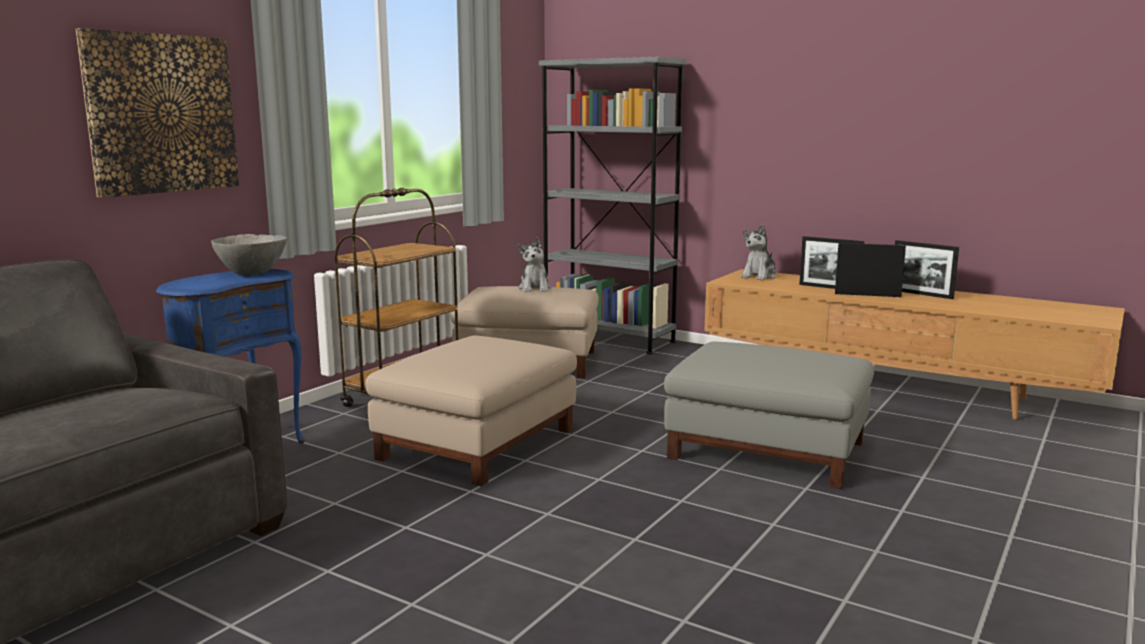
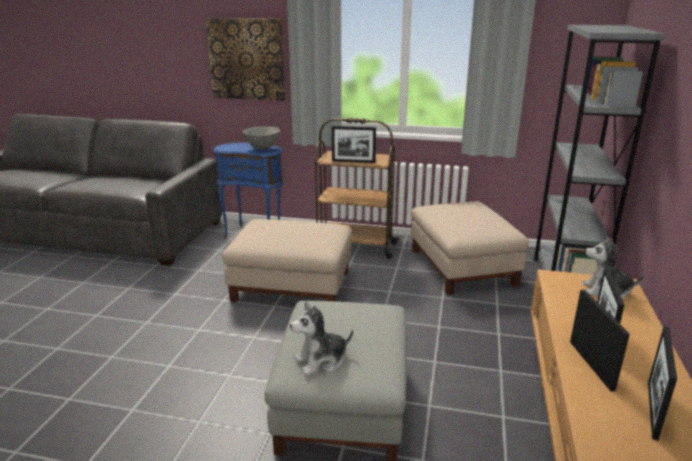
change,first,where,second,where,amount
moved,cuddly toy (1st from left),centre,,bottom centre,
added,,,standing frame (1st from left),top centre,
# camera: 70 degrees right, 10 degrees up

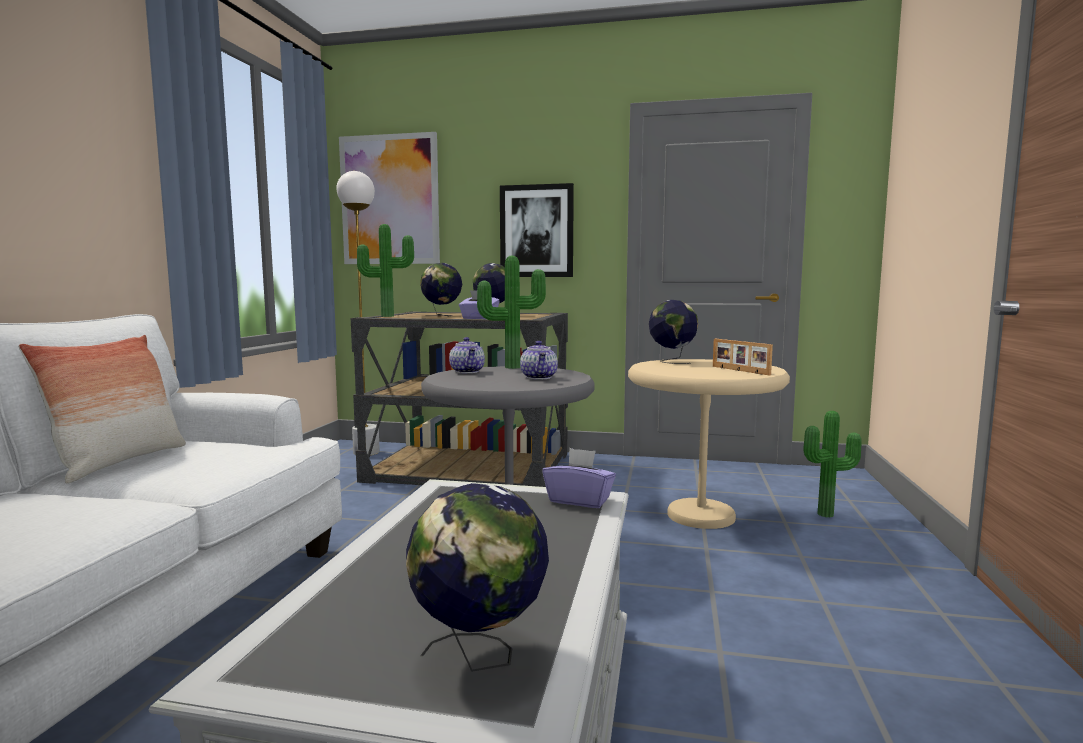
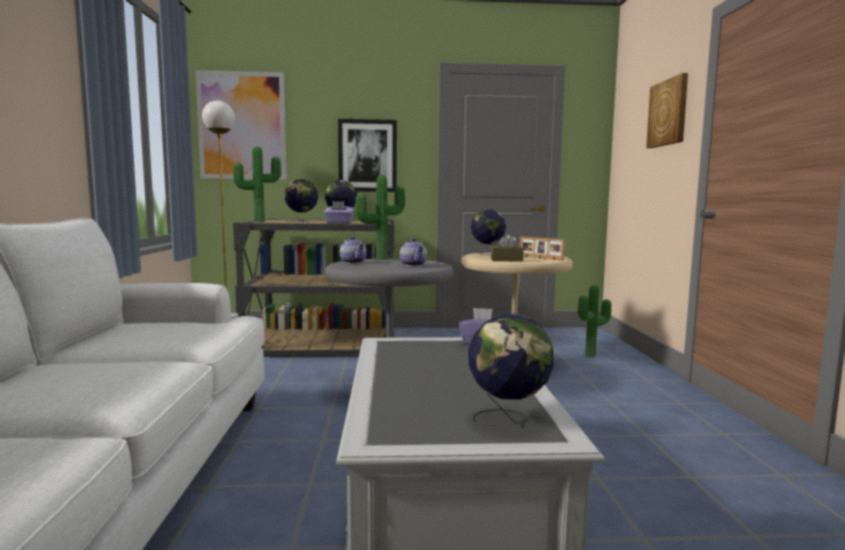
change,first,where,second,where,amount
added,,,brown tissue holder,centre,
added,,,wall art (3rd from left),top right,
removed,cushion,middle left,,,
# camera: 15 degrees left, 0 degrees up

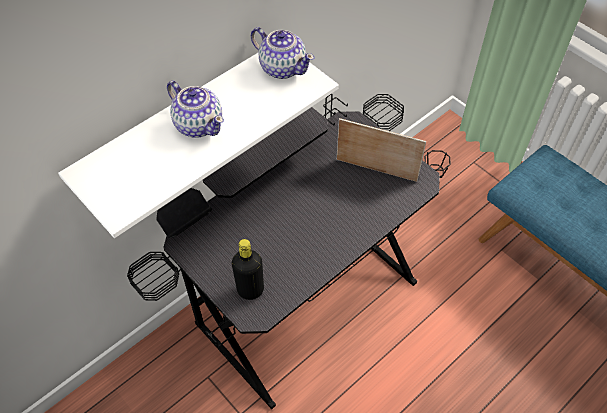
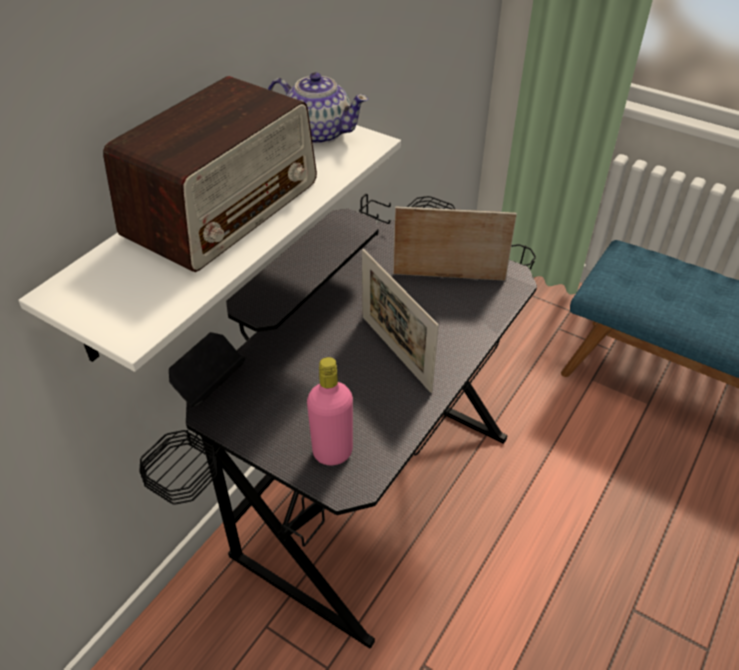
change,first,where,second,where,amount
replaced,teapot (1st from left),top left,radio,top left,
recoloured,blackish bottle,centre,pinkish bottle,centre,
added,,,standing frame (1st from left),centre,
# camera: 15 degrees left, 10 degrees down

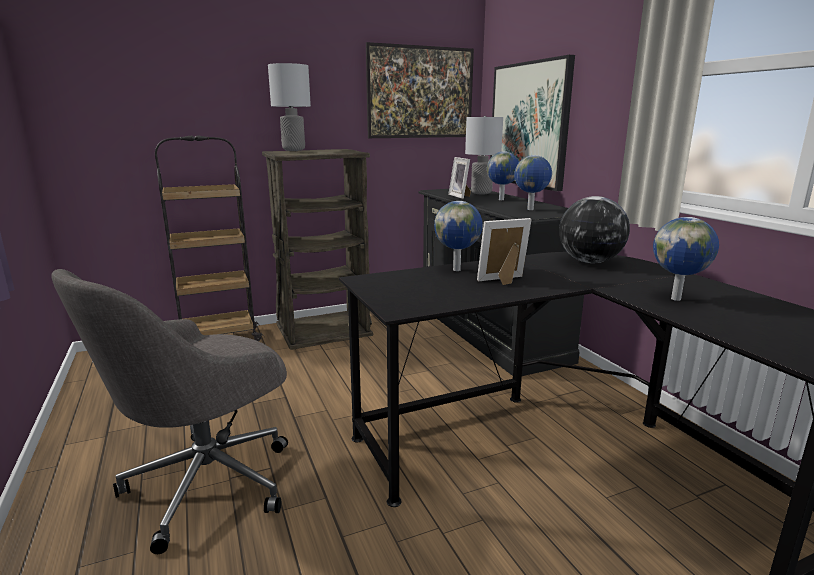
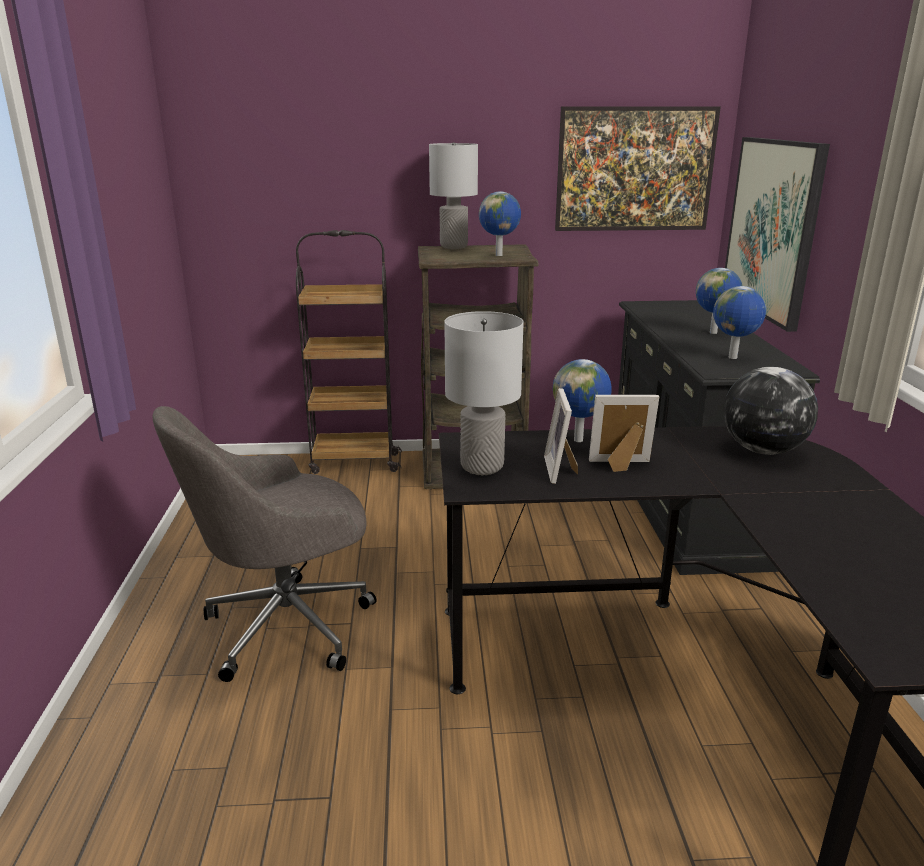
change,first,where,second,where,amount
moved,gray tabletop lamp (2nd from left),top centre,,centre,
moved,desk globe (5th from left in the first image),middle right,desk globe (1st from left),top centre,
moved,standing frame (1st from left),top centre,,centre,
# camera: 20 degrees right, 5 degrees up

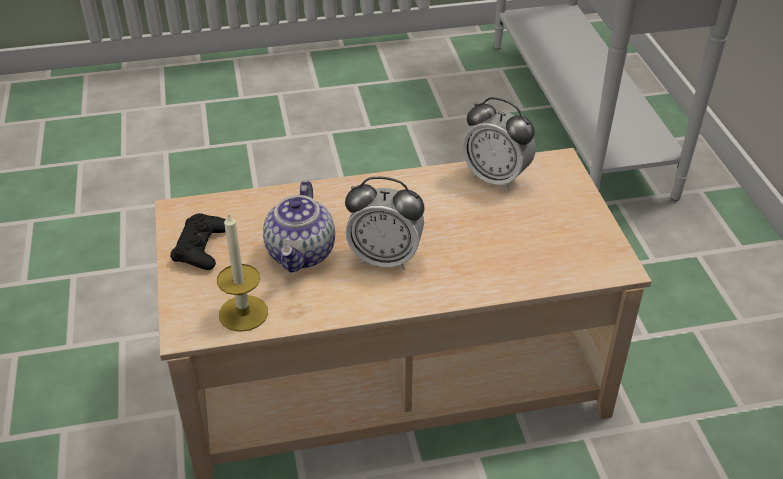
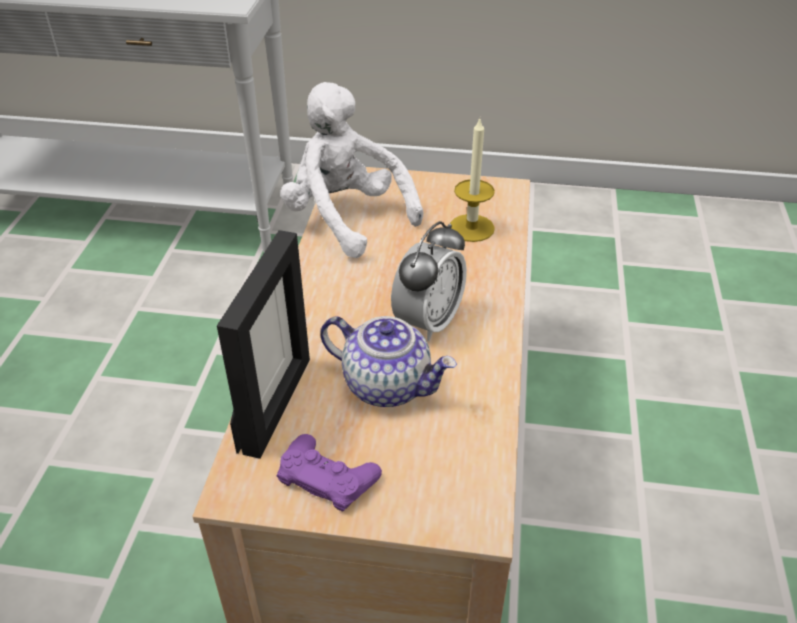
change,first,where,second,where,amount
added,,,standing frame,middle left,
recoloured,blackish gamepad,middle left,purple-coloured gamepad,bottom centre,
replaced,alarm clock (2nd from left),top centre,white cuddly toy,top centre,
moved,wax candle,middle left,,top centre,
# camera: 70 degrees left, 0 degrees up

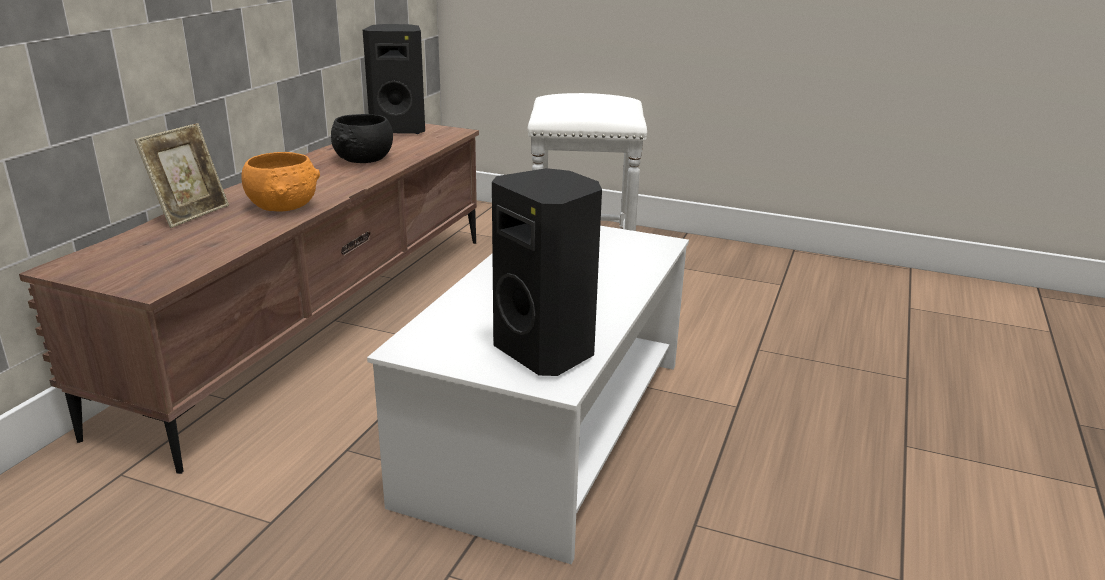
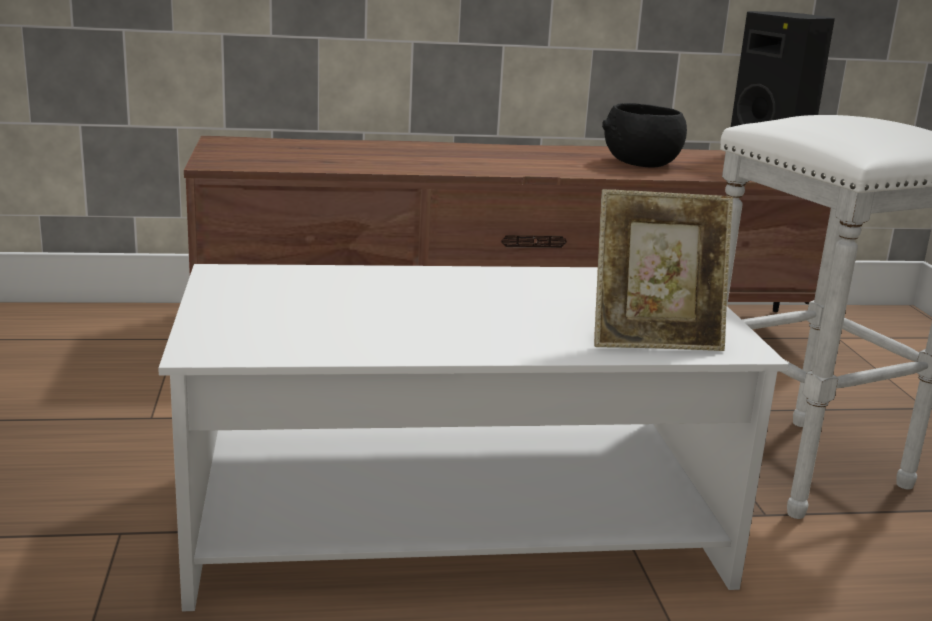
change,first,where,second,where,amount
moved,standing frame,top left,,middle right,
removed,orange-coloured serving bowl,top left,,,
removed,blackish speaker (2nd from left),centre,,,
# camera: 60 degrees right, 5 degrees down

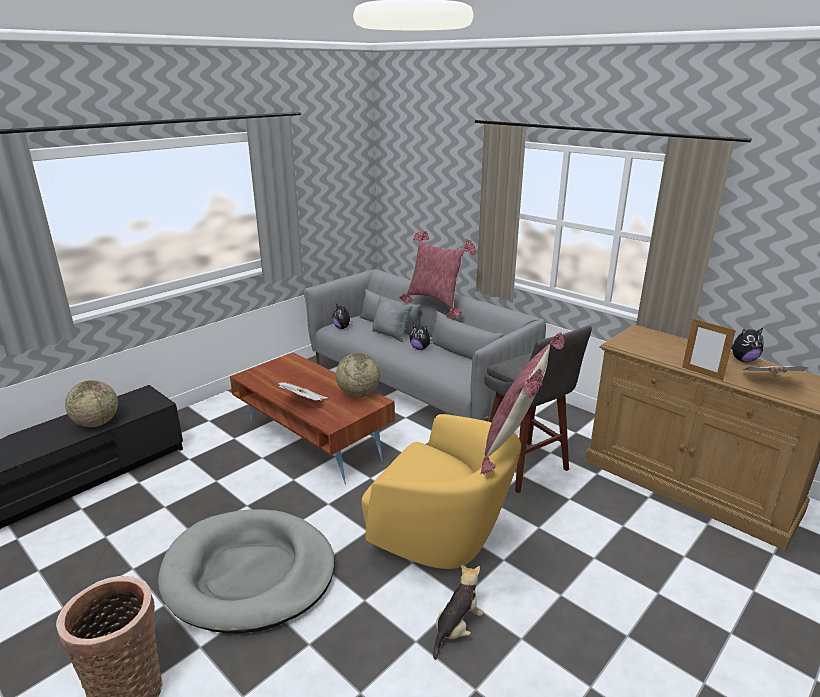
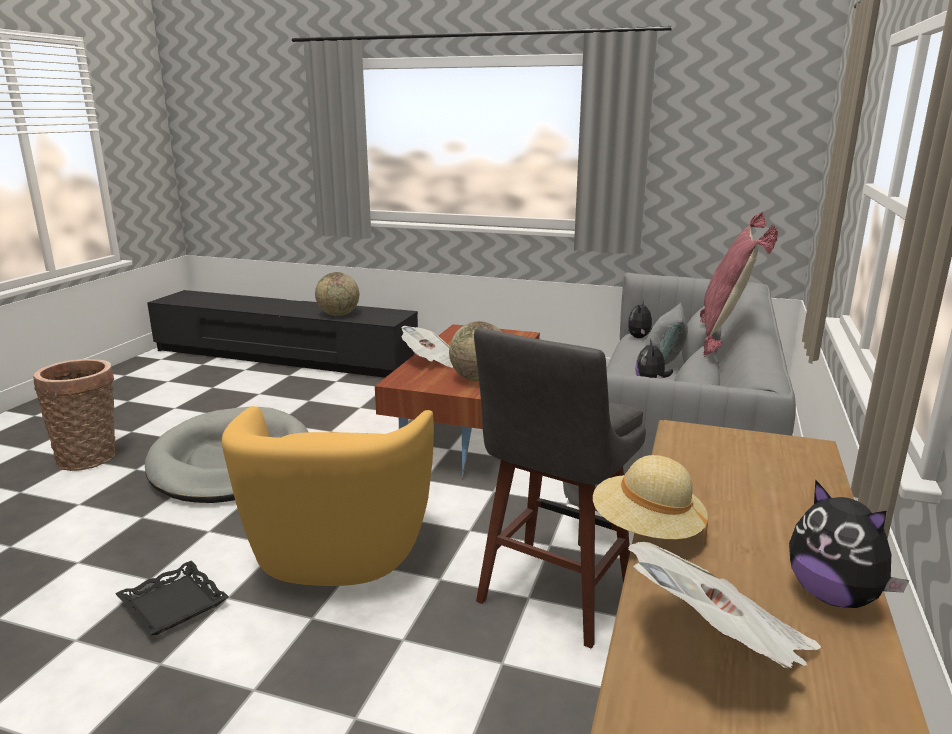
change,first,where,second,where,amount
replaced,cuddly toy (3rd from left),bottom centre,blackish carrying tray,bottom left,
replaced,standing frame,middle right,sand-coloured hat,bottom right,
removed,reddish cushion (2nd from left),centre,,,
# camera: 65 degrees right, 5 degrees down

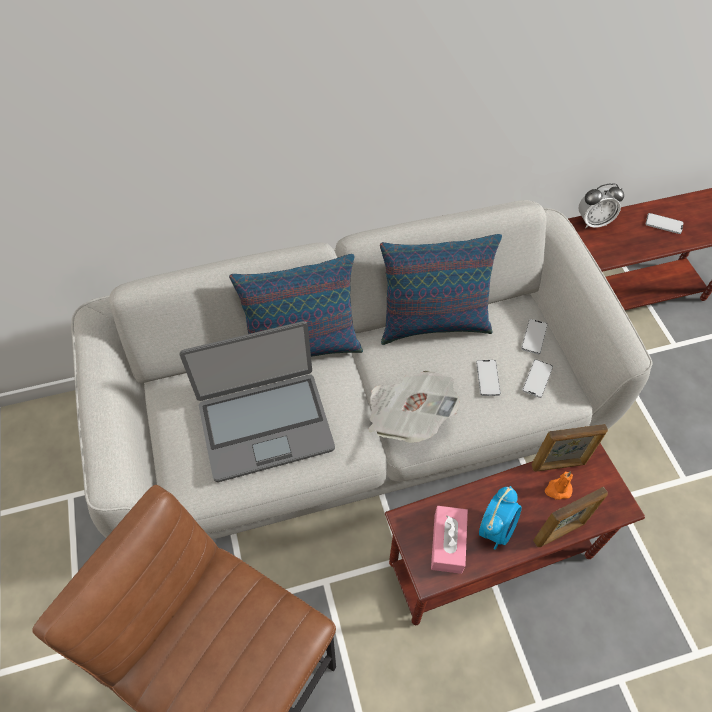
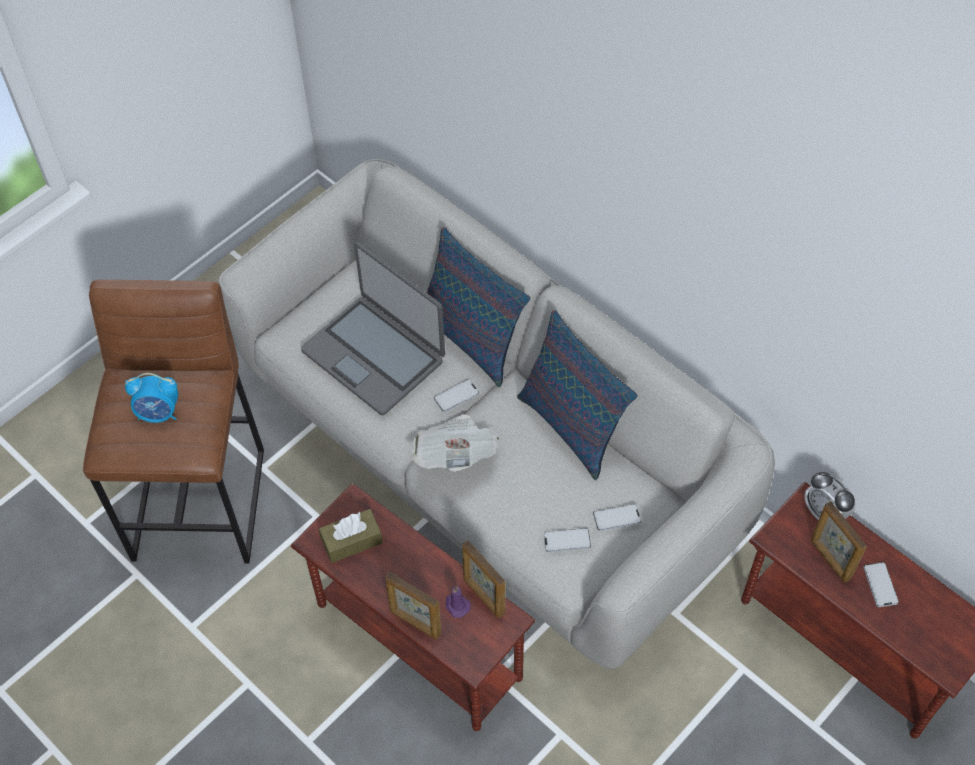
change,first,where,second,where,amount
moved,alarm clock (1st from left),bottom right,,middle left,
recoloured,pinkish tissue holder,bottom centre,brown tissue holder,bottom centre,
moved,telephone (1st from left),middle right,,centre,
recoloured,orange-coloured wax candle,bottom right,purple-coloured wax candle,bottom centre,
added,,,standing frame (3rd from left),bottom right,
# camera: 60 degrees right, 0 degrees up

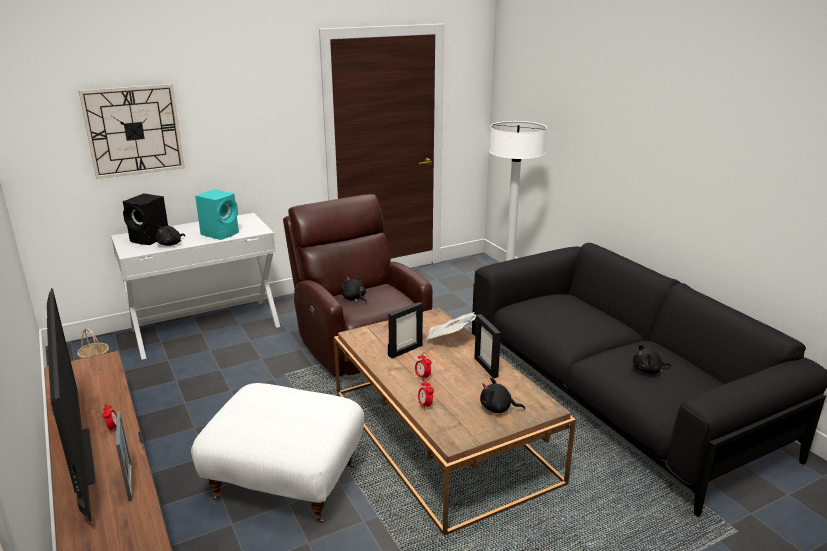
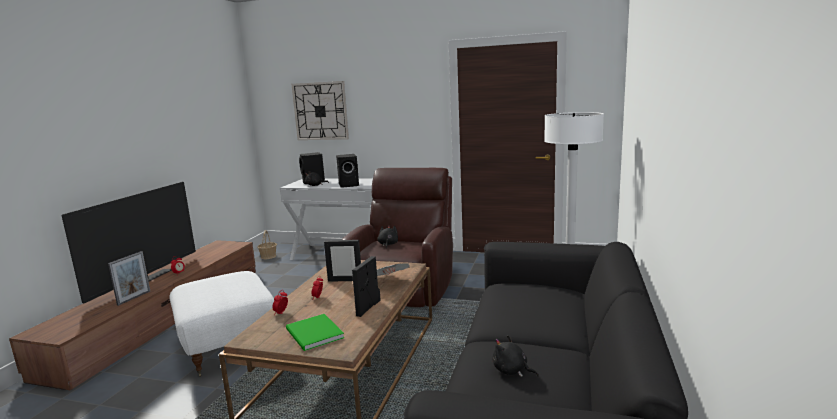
change,first,where,second,where,amount
replaced,blackish cuddly toy (3rd from left),bottom centre,greenish book,bottom centre,
recoloured,turquoise-coloured speaker,middle left,blackish speaker (2nd from left),centre,
# camera: 45 degrees right, 10 degrees down

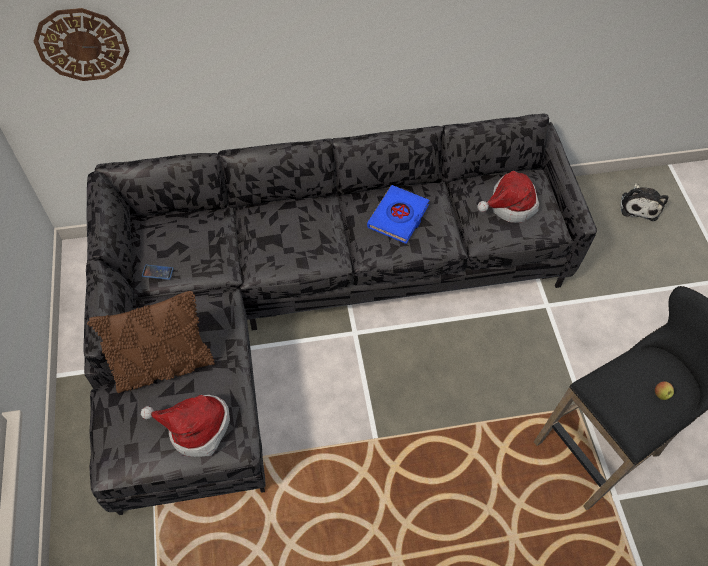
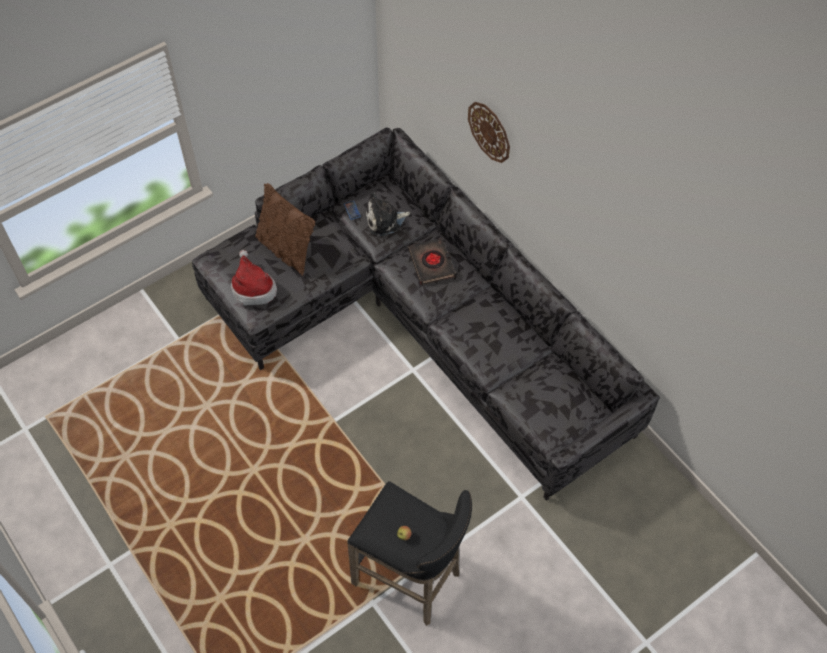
change,first,where,second,where,amount
moved,cuddly toy,middle right,,top centre,
added,,,blackish book,centre,
moved,clock on the wall,top left,,top centre,
removed,blue-coloured book,centre,,,
removed,hat (2nd from left),middle right,,,
# camera: 65 degrees right, 0 degrees up

